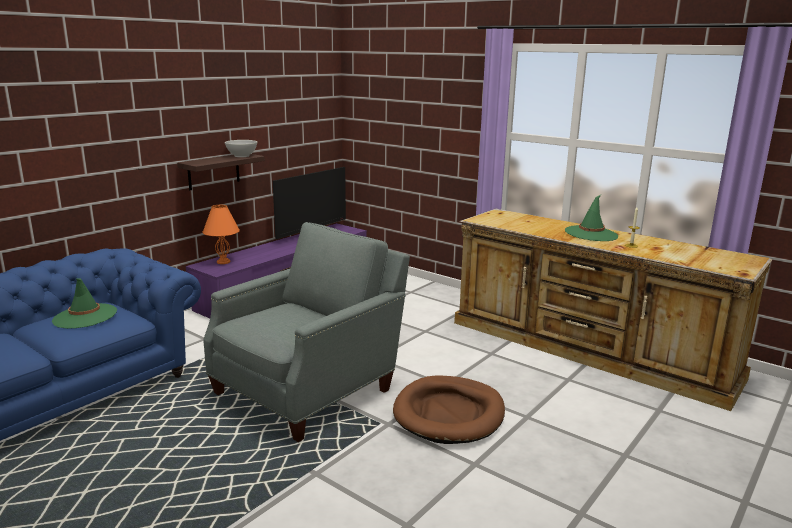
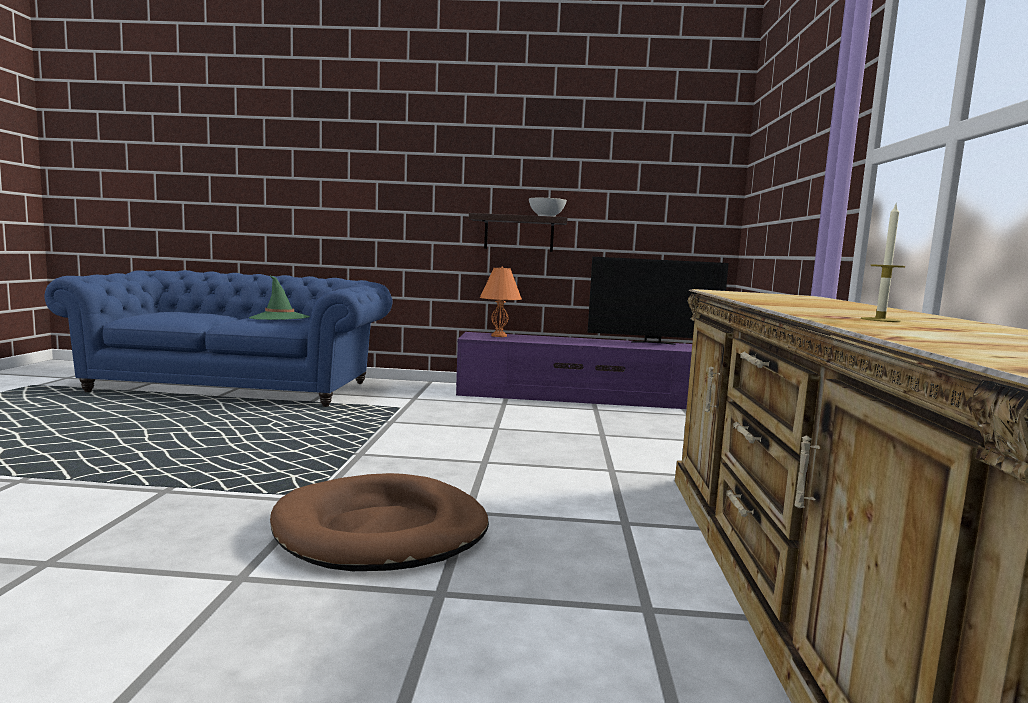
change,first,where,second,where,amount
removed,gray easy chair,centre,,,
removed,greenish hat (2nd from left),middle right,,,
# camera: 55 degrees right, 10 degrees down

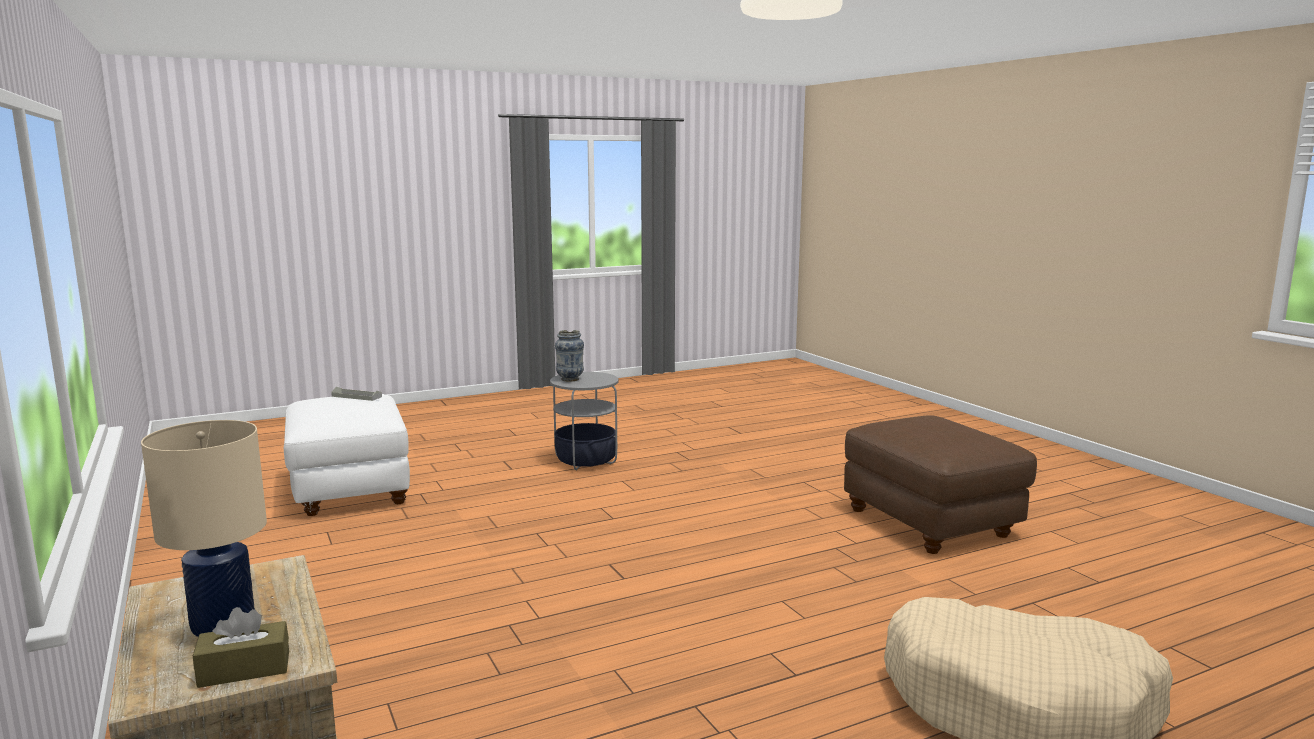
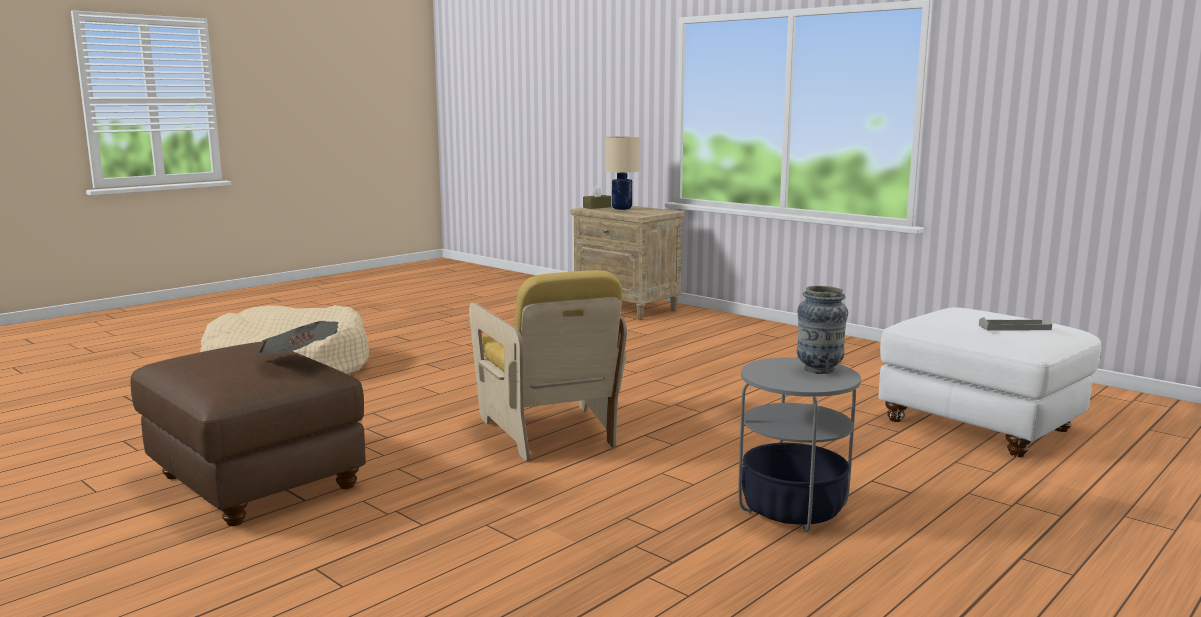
change,first,where,second,where,amount
added,,,newspaper,middle left,
added,,,yellow-coloured easy chair,centre,
# camera: 160 degrees right, 0 degrees up

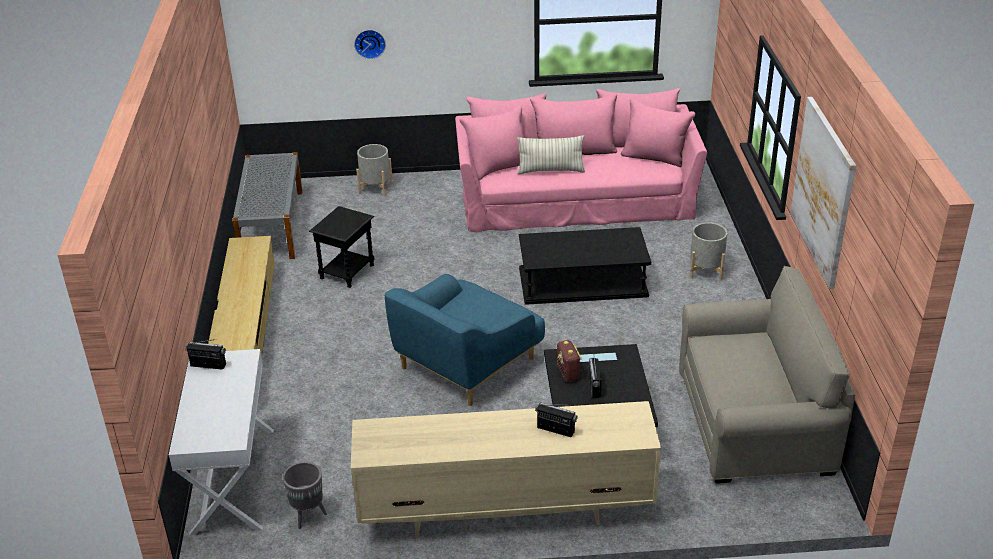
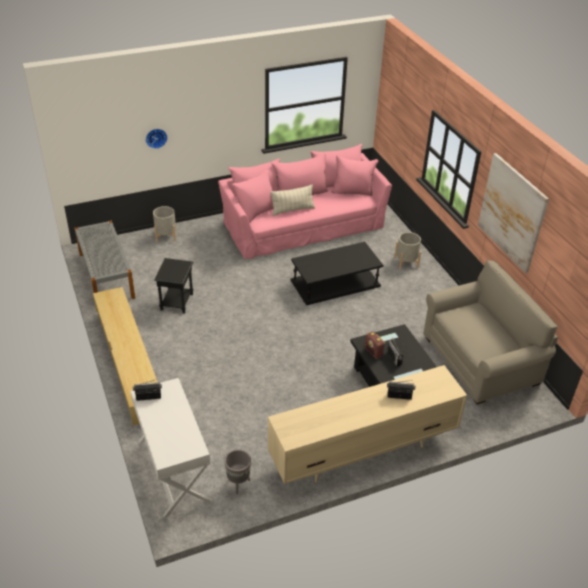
change,first,where,second,where,amount
removed,blue-coloured easy chair,centre,,,
# camera: 20 degrees left, 5 degrees up

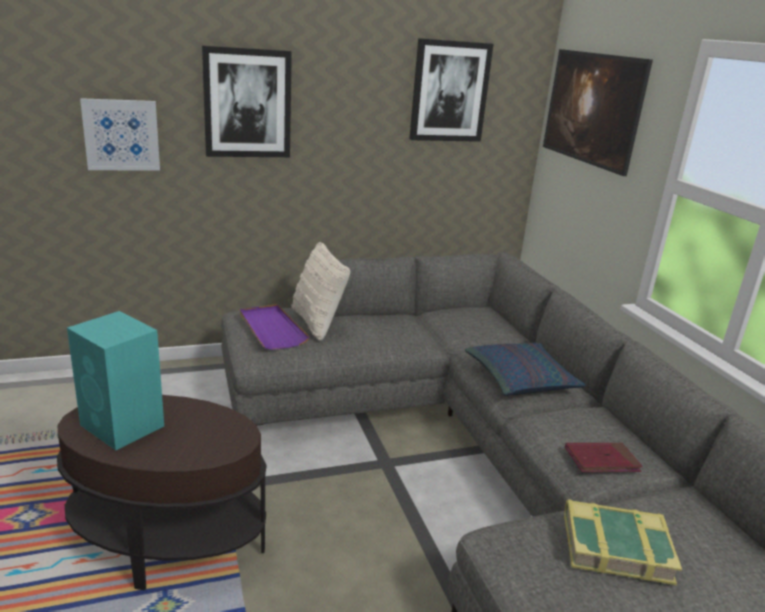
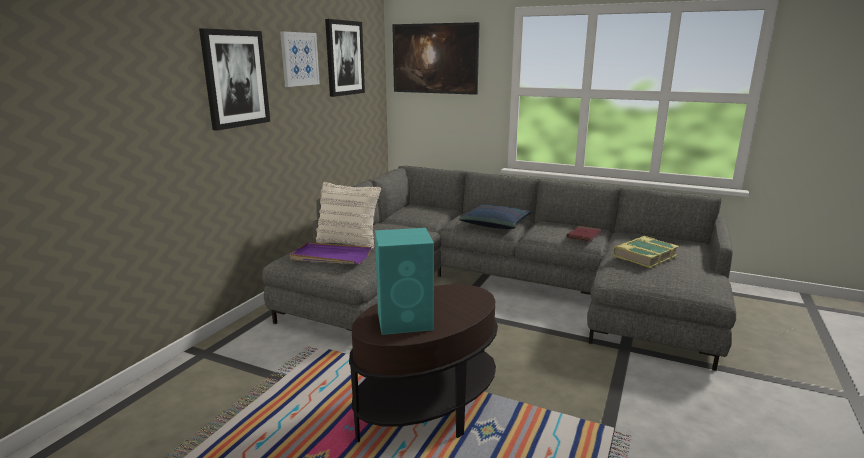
change,first,where,second,where,amount
moved,wall art (1st from left in the first image),top left,wall art (2nd from left),top centre,
# camera: 45 degrees left, 5 degrees down

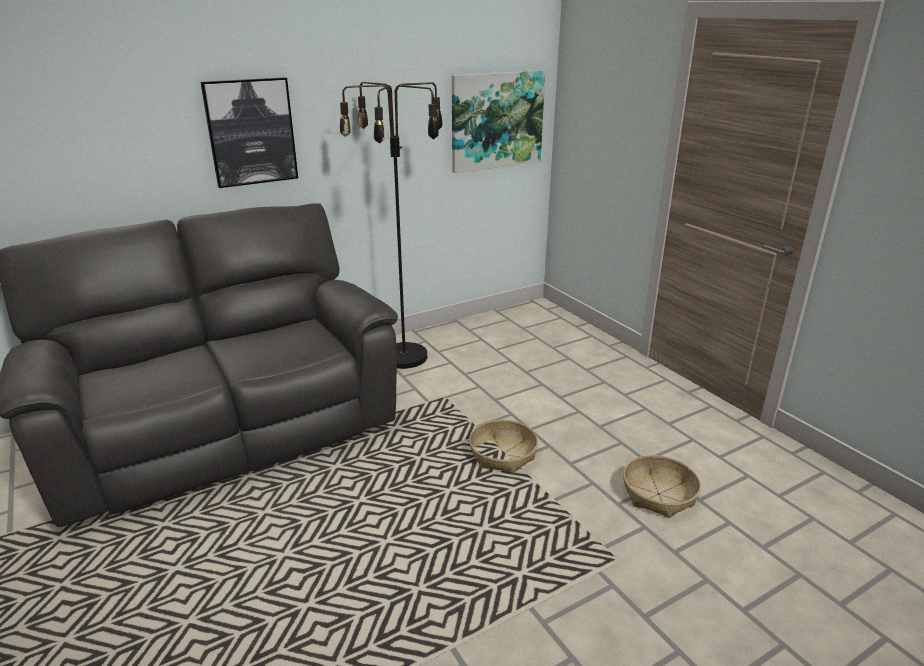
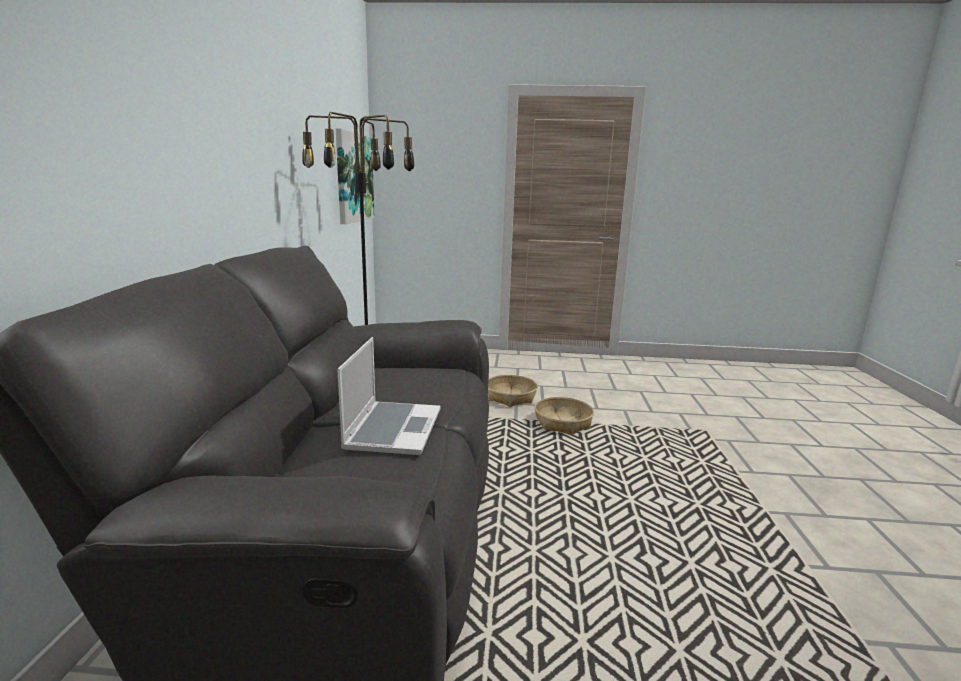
change,first,where,second,where,amount
added,,,portable computer,centre,
moved,storage basket (2nd from left in the first image),bottom right,storage basket (1st from left),centre,
removed,wall art (1st from left),top left,,,
# camera: 55 degrees left, 10 degrees down

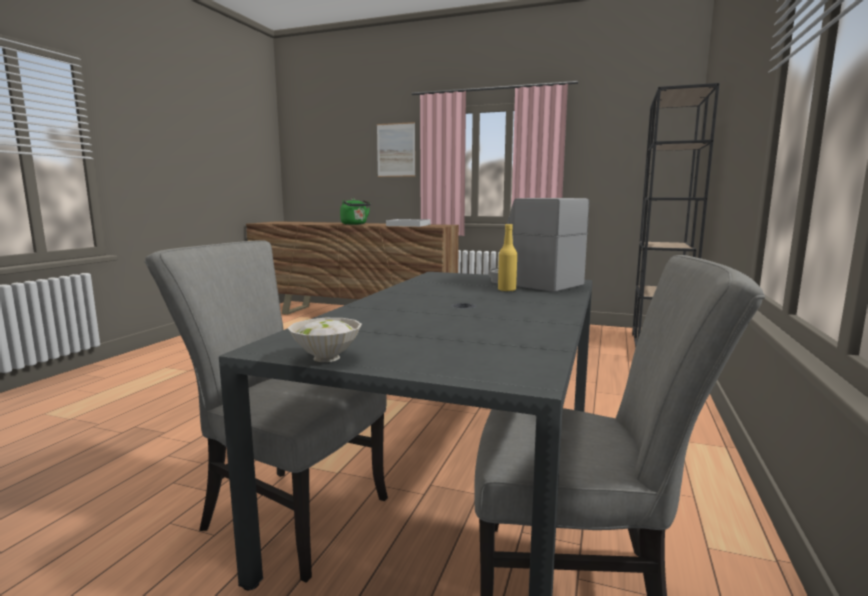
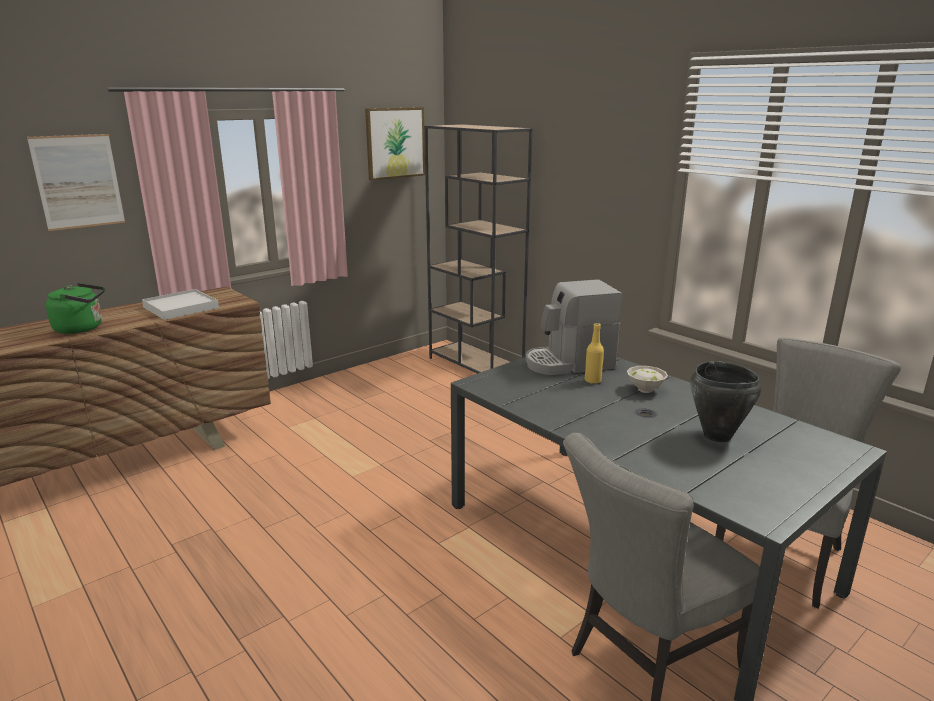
change,first,where,second,where,amount
added,,,wall art (2nd from left),top centre,
moved,white serving bowl,centre,,middle right,
added,,,blackish saucepot,middle right,
# camera: 60 degrees left, 10 degrees up

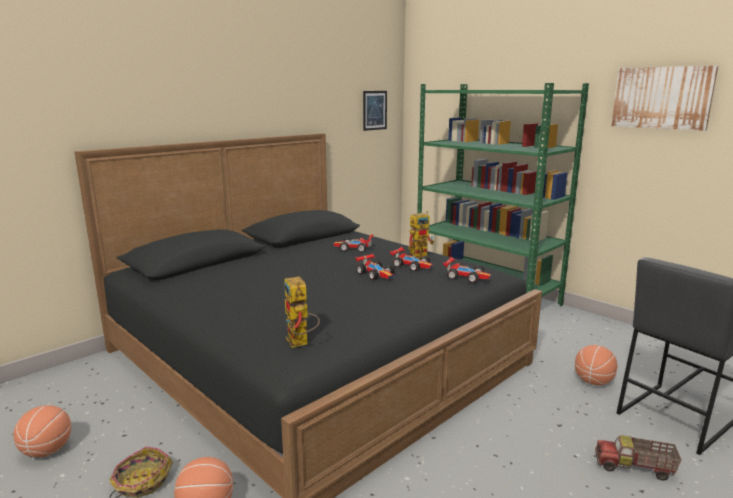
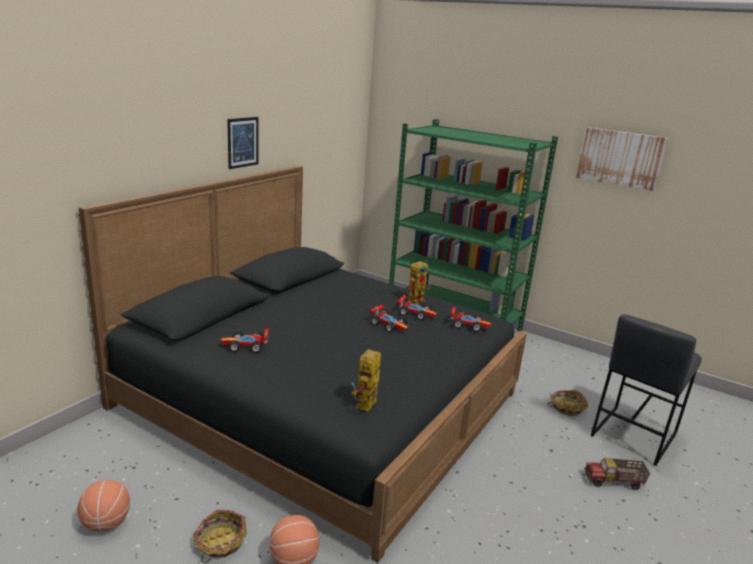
change,first,where,second,where,amount
moved,model car (1st from left),centre,,middle left,
moved,wall art (1st from left),top centre,,top left,
turned,toy robot (1st from left),centre,,bottom centre,60 degrees clockwise
replaced,basketball (3rd from left),bottom right,storage basket (2nd from left),bottom right,
# camera: 15 degrees left, 5 degrees up

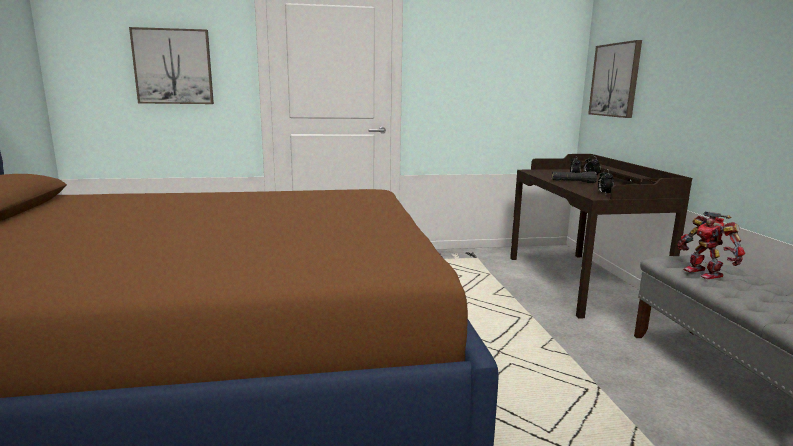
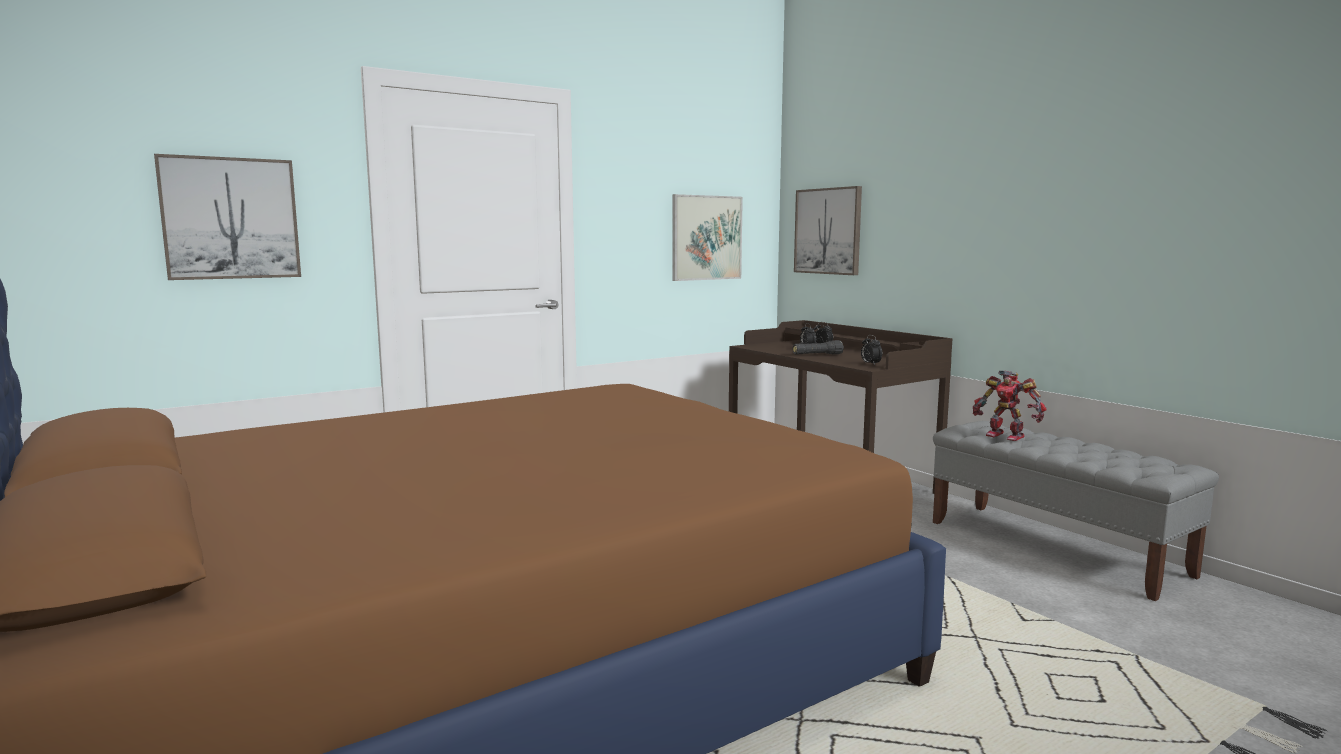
change,first,where,second,where,amount
added,,,wall art (2nd from left),top centre,
# camera: 25 degrees left, 5 degrees down

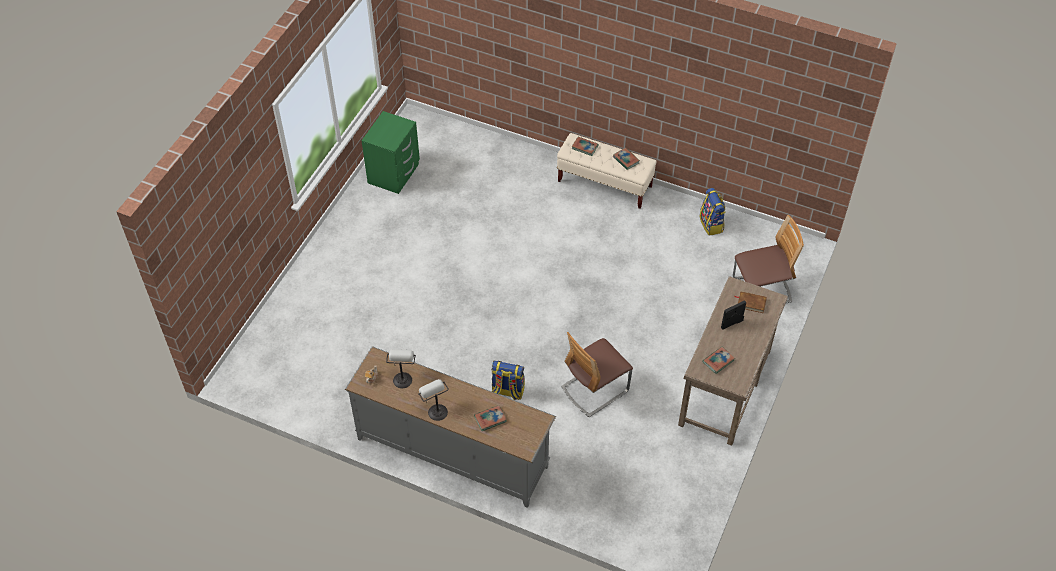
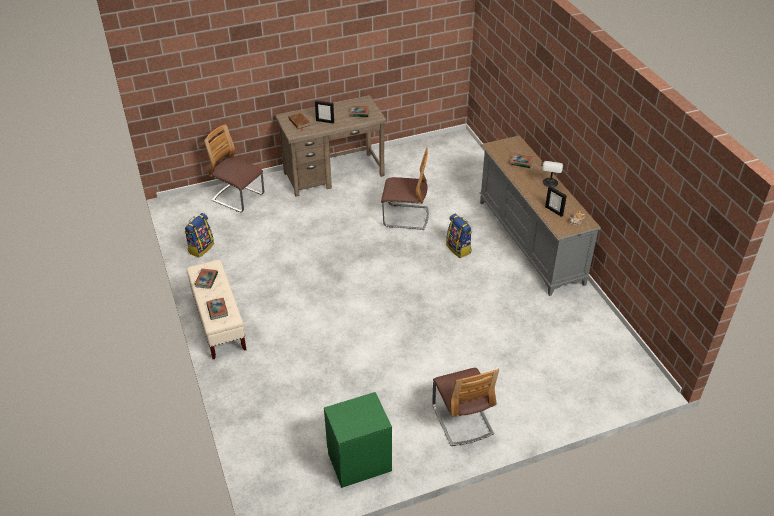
change,first,where,second,where,amount
added,,,upright chair (3rd from left),bottom centre,
replaced,tabletop lamp (1st from left),centre,standing frame (2nd from left),middle right,
# camera: 135 degrees left, 10 degrees down

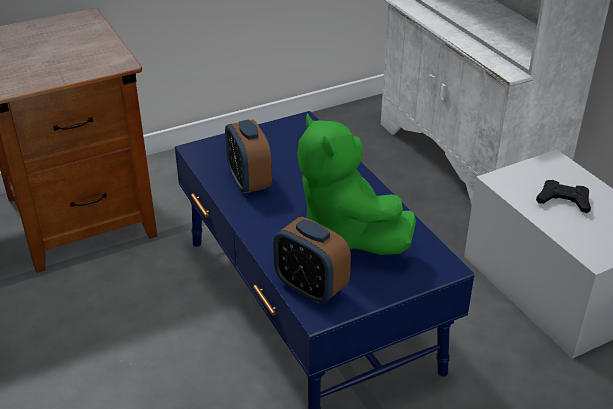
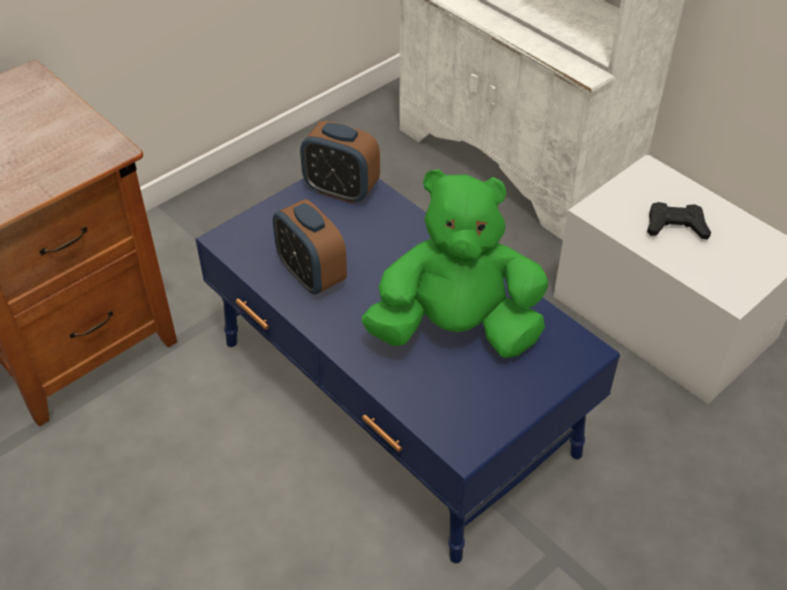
change,first,where,second,where,amount
moved,alarm clock (2nd from left),centre,,top centre,
turned,greenish cuddly toy,centre,,centre,135 degrees clockwise
# camera: 15 degrees left, 10 degrees up

